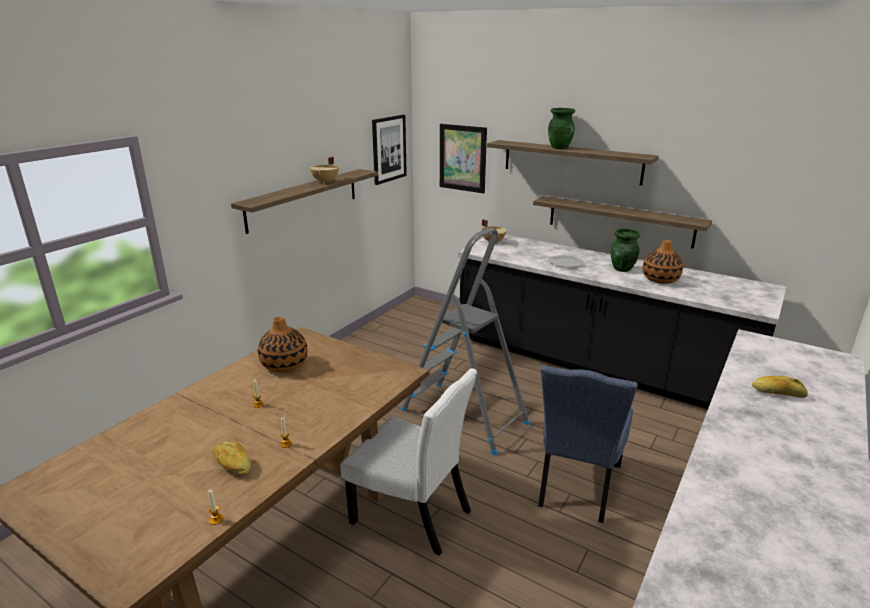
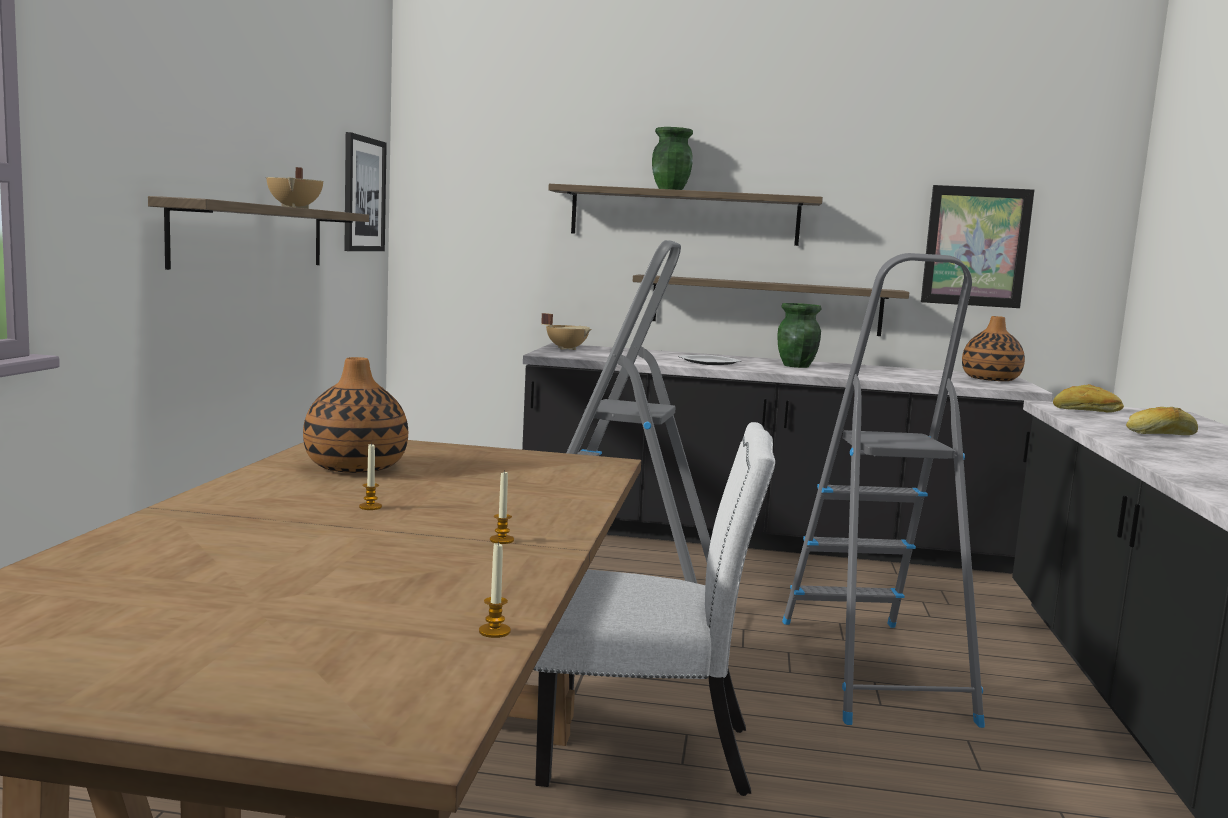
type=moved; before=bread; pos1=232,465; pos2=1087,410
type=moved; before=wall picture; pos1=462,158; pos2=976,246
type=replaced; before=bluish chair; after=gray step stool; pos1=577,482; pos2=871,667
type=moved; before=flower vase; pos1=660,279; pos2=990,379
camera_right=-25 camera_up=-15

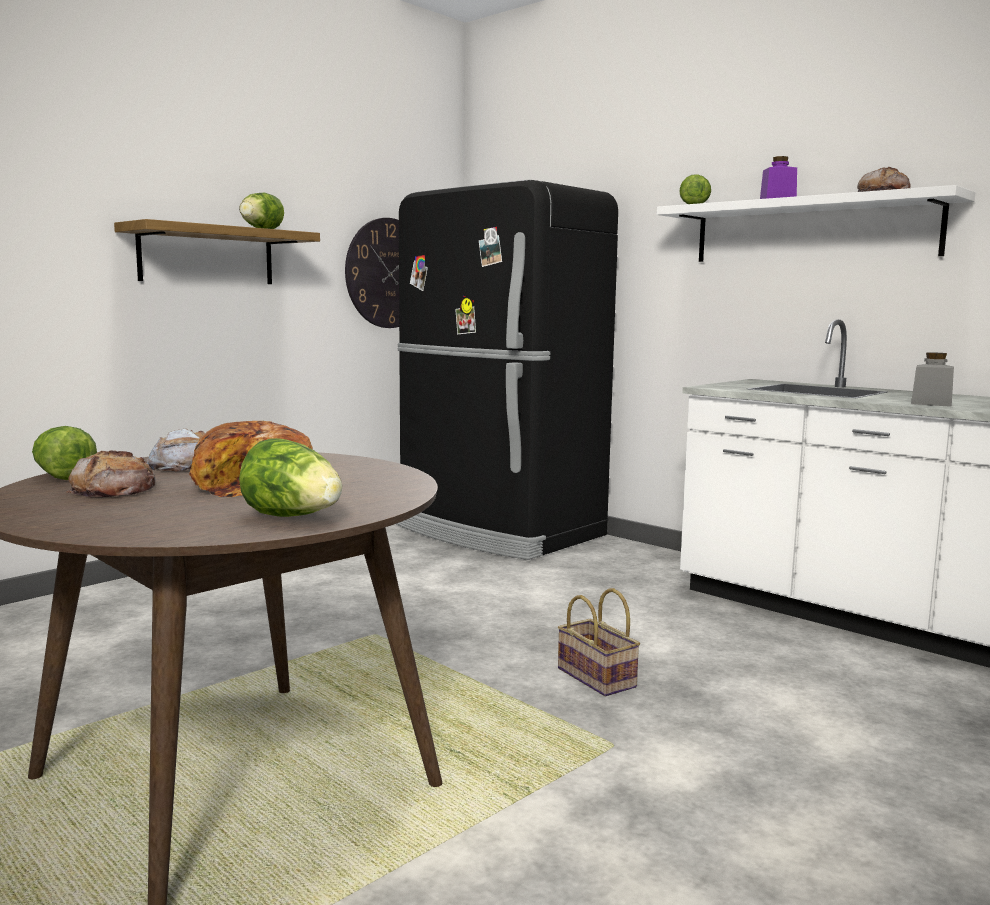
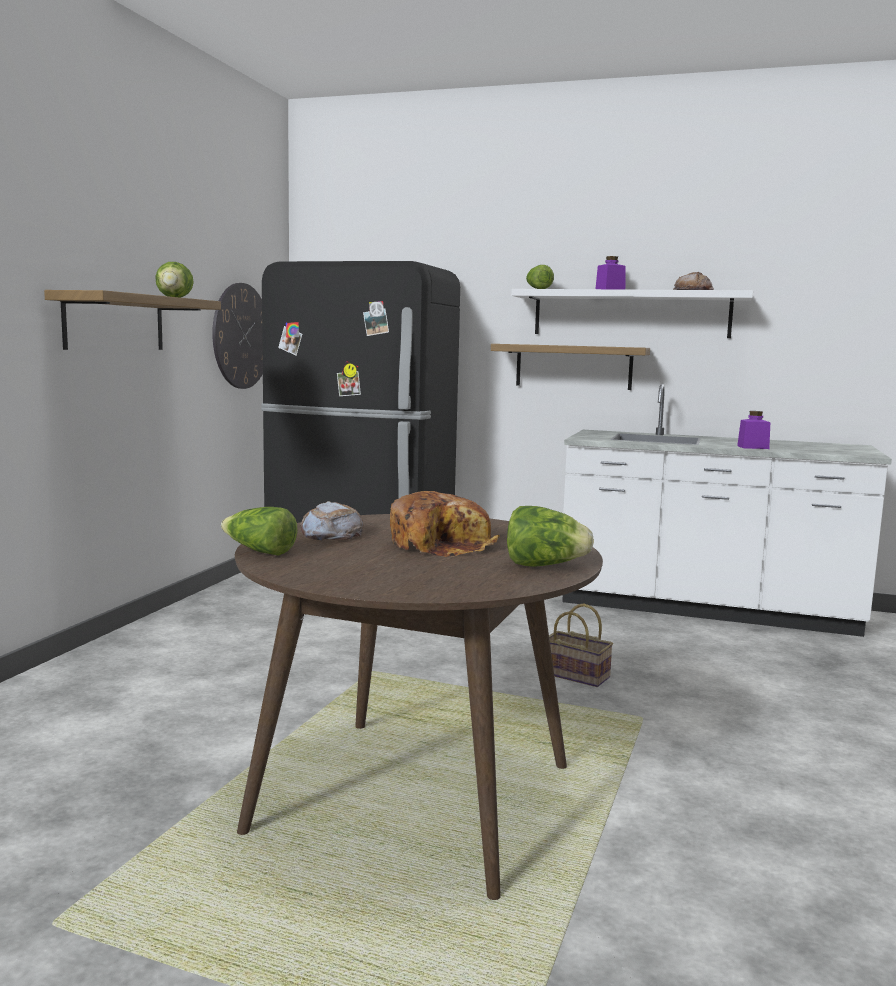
type=removed; before=bread; pos1=114,489
type=recoloured; before=gray jar; after=purple-coloured jar; pos1=931,403; pos2=753,447
type=added; after=shelf; pos2=573,366
camera_right=-25 camera_up=0

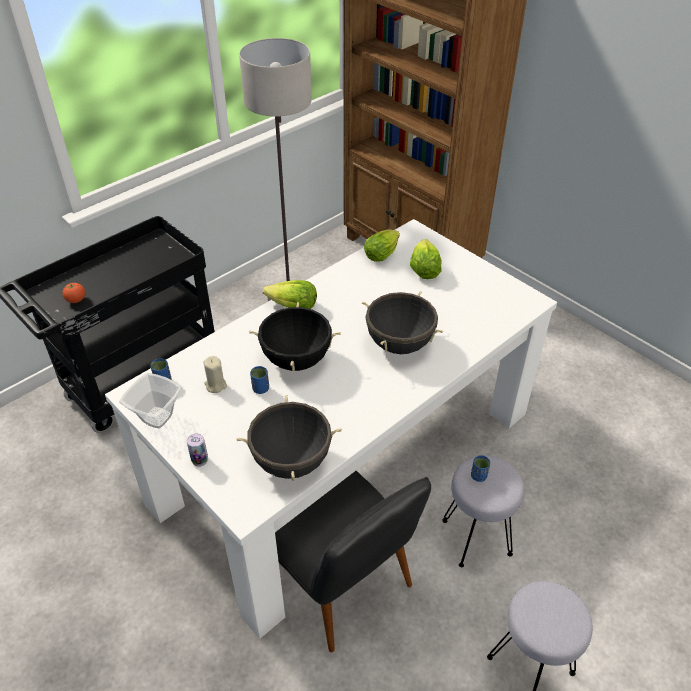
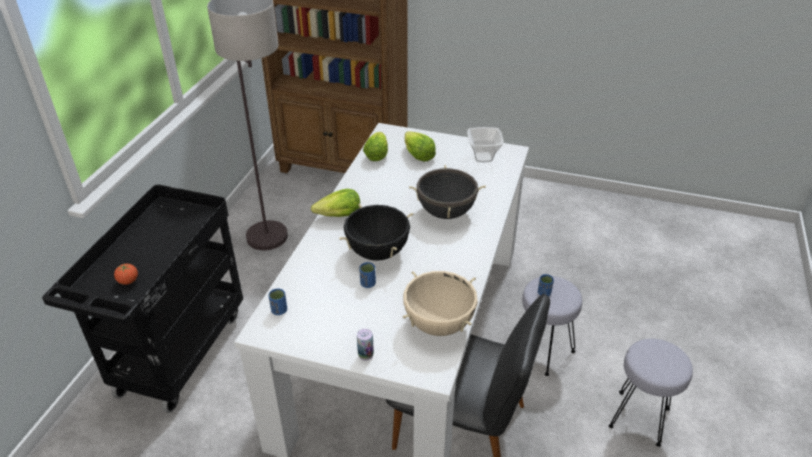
type=moved; before=deep dish; pos1=158,417; pos2=484,157
type=removed; before=beige candle; pos1=215,385
type=recoloured; before=black-coloured saucepot; after=beige saucepot; pos1=291,461; pos2=439,324
camera_right=-30 camera_up=-5

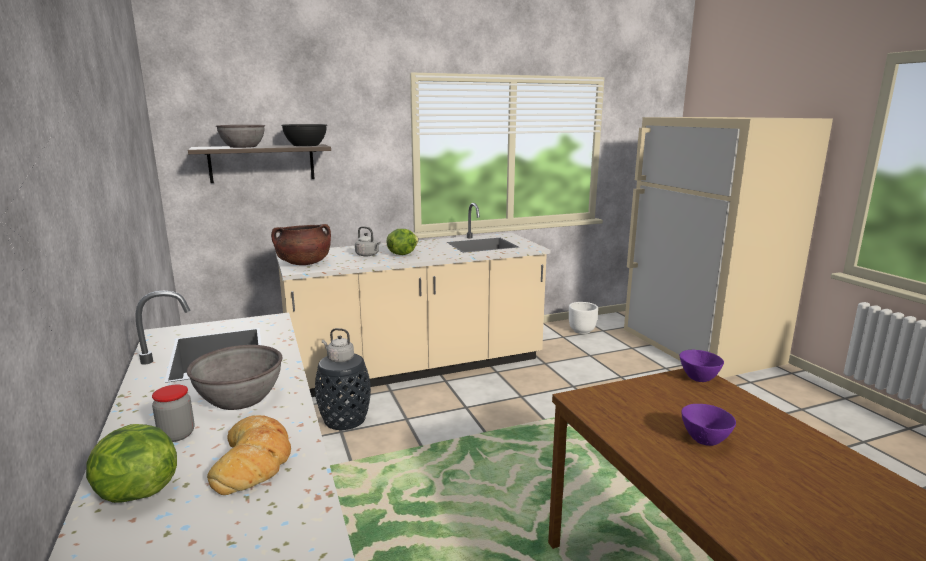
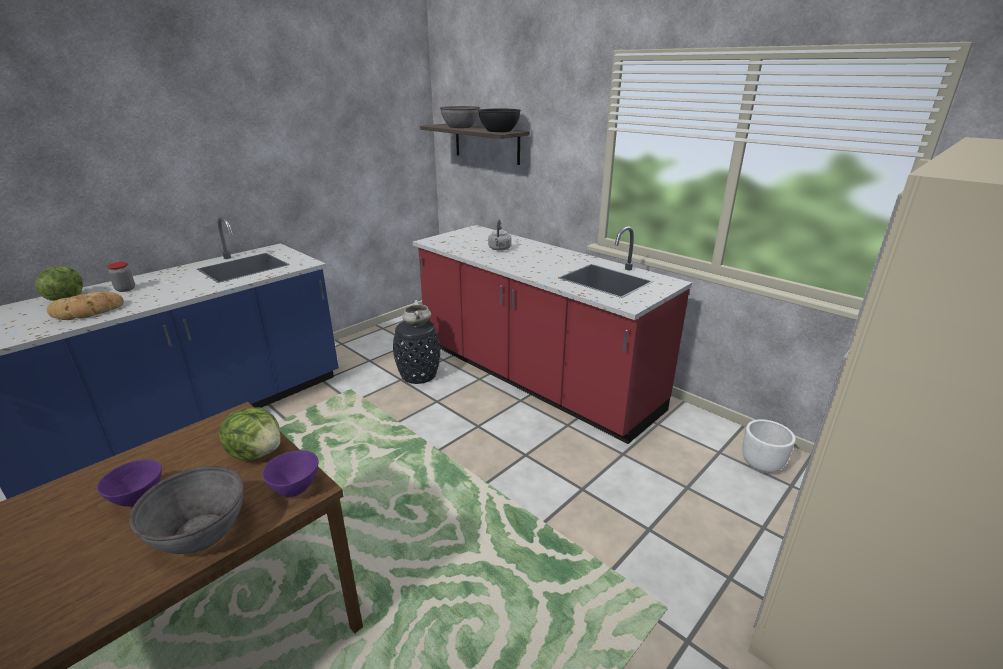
type=moved; before=gray deep dish; pos1=240,398; pos2=200,532
type=removed; before=brown-coloured saucepot; pos1=304,263
type=recoloured; before=beige kitchen counter; after=reddish kitchen counter; pos1=417,367; pos2=533,377
type=replaced; before=gray water kettle; after=white-coloured saucepot; pos1=339,359; pos2=417,324
type=moved; before=lettuce; pos1=402,254; pos2=257,452
camera_right=65 camera_up=10

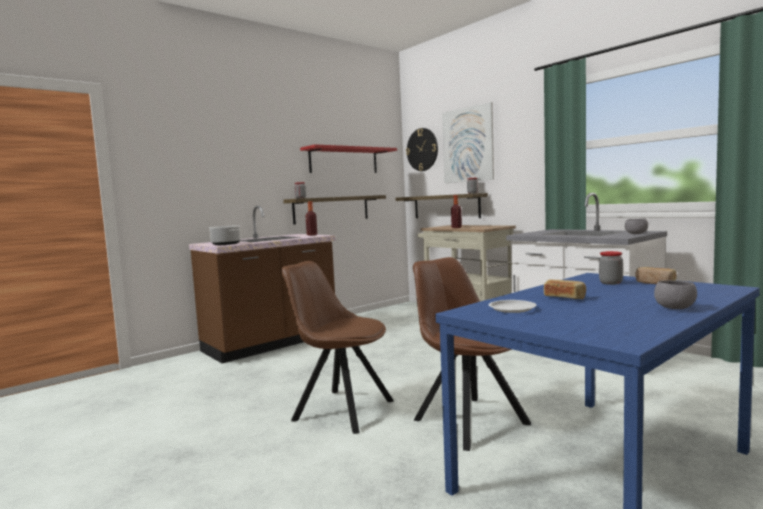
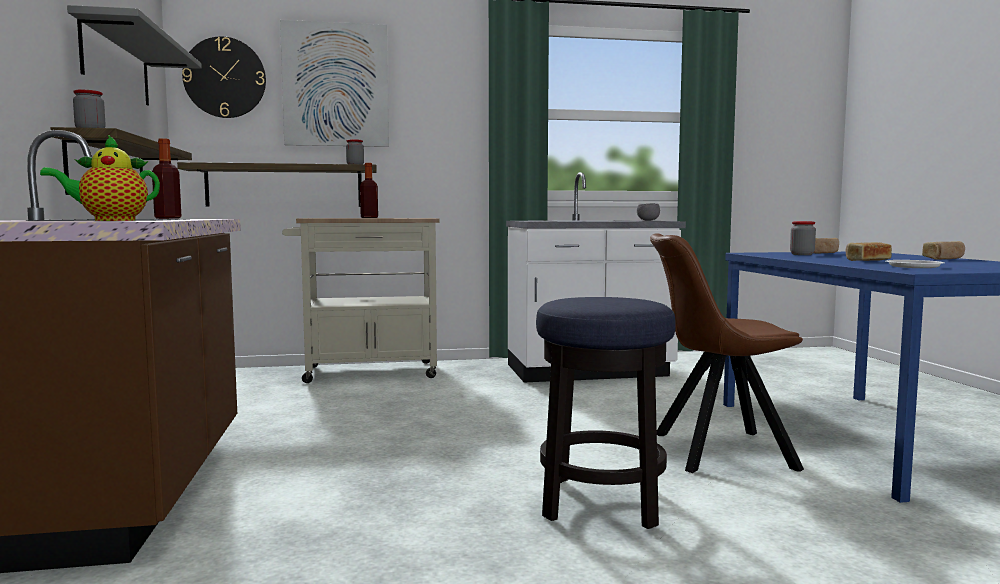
type=replaced; before=saucepot; after=teapot; pos1=226,244; pos2=109,220
type=replaced; before=brown-coloured chair; after=stool seat; pos1=341,410; pos2=601,503
type=recoloured; before=reddish shelf; after=gray shelf; pos1=344,161; pos2=116,64
type=replaced; before=gray deep dish; after=bread; pos1=675,308; pos2=944,258
camera_right=-60 camera_up=0

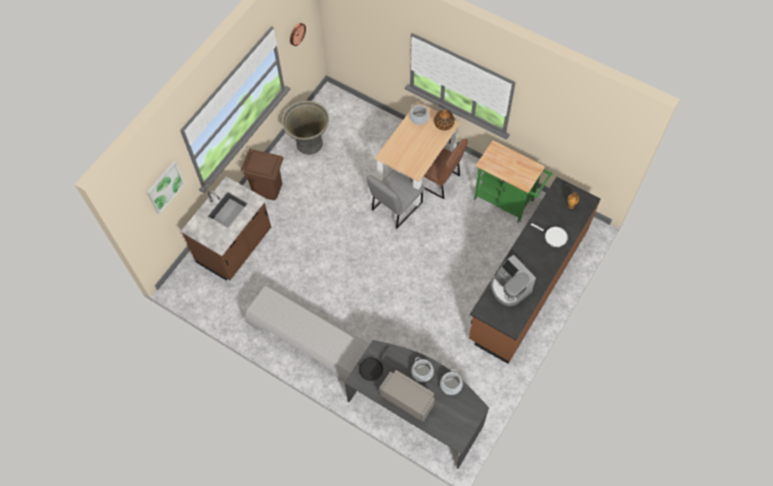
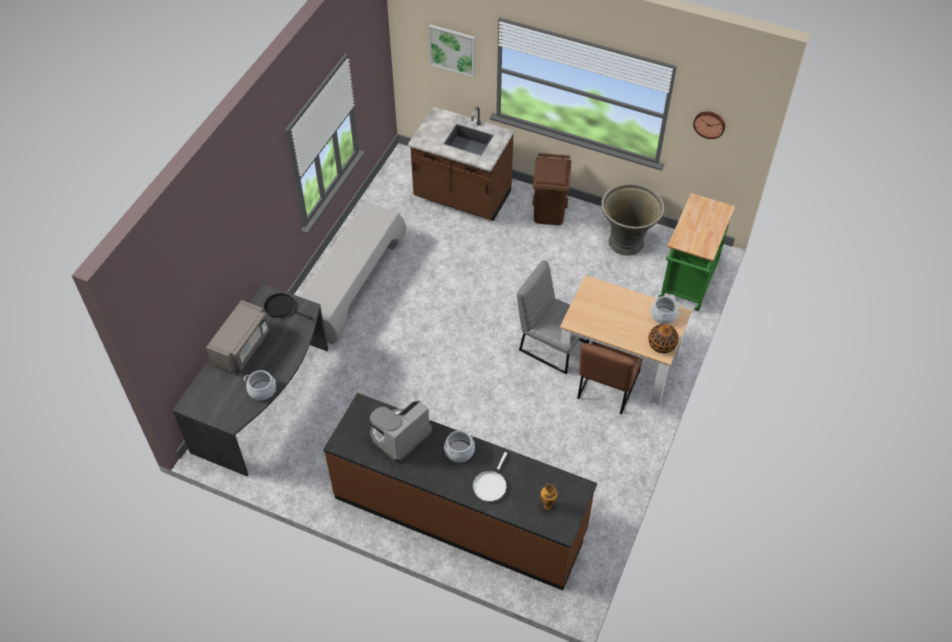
type=moved; before=saucepot; pos1=422,372; pos2=459,451
type=moved; before=greenish wheeled cart; pos1=507,201; pos2=687,285
camera_right=80 camera_up=-10

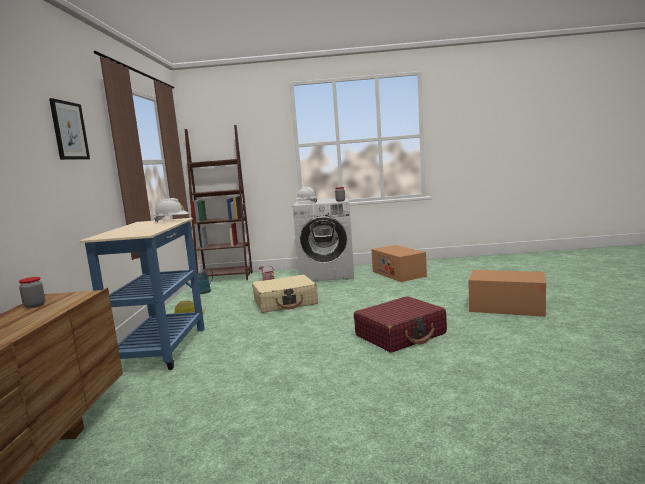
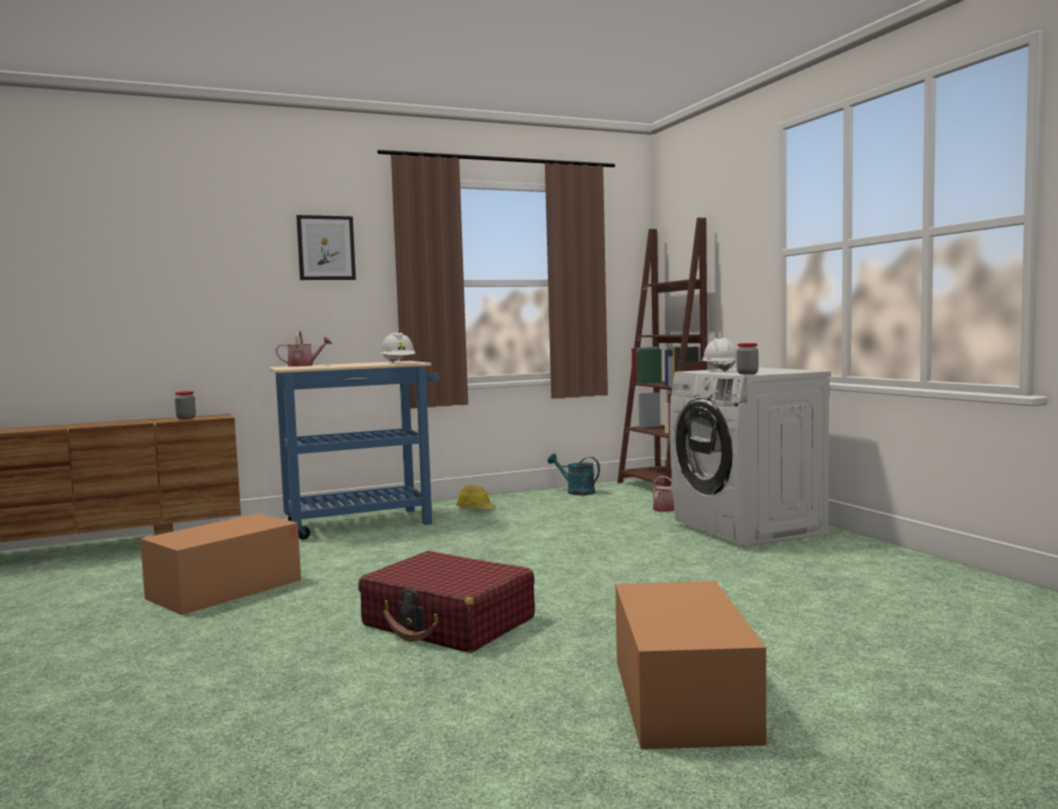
type=removed; before=beige suitcase; pos1=285,302
type=moved; before=carton; pos1=398,274; pos2=225,589
type=added; after=watering can; pos2=304,365
camera_right=65 camera_up=-5

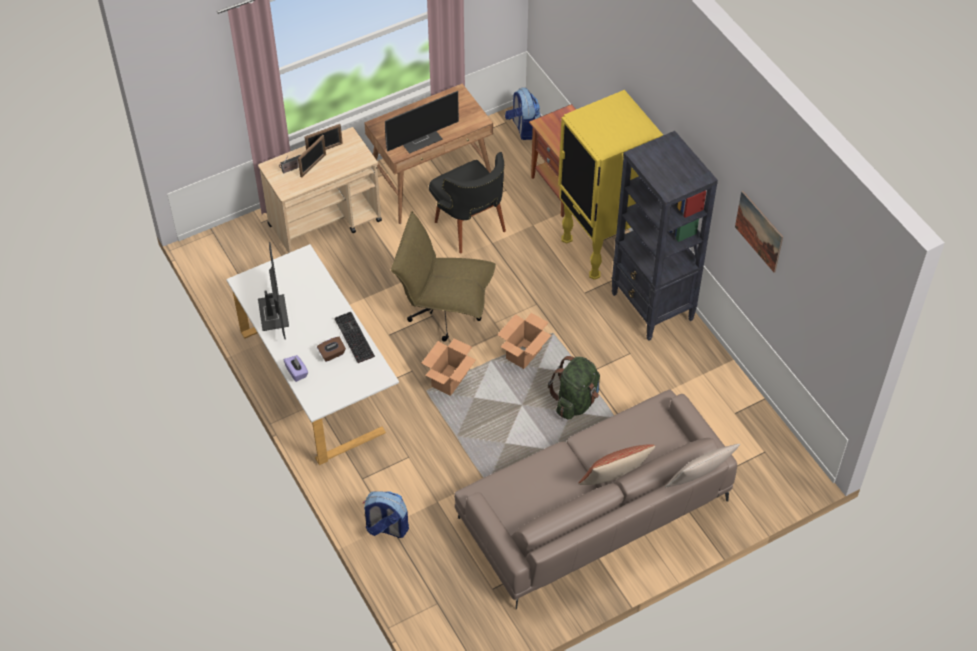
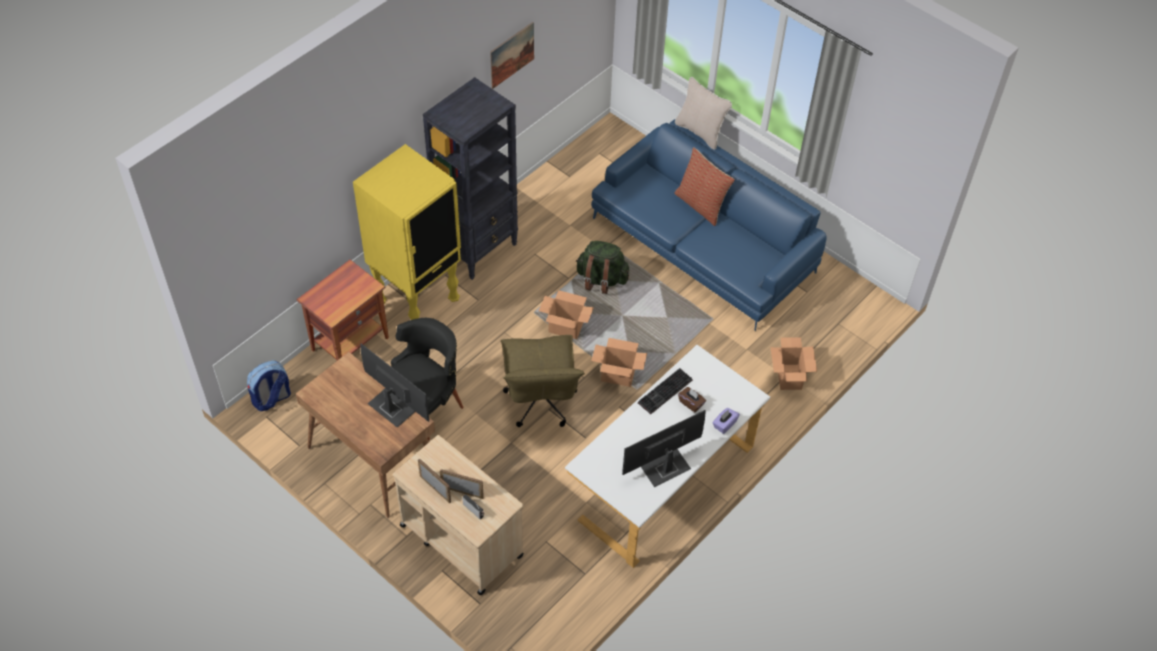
type=replaced; before=backpack; after=carton; pos1=386,528; pos2=789,377
type=recoloured; before=beige sofa; after=bluish sofa; pos1=595,512; pos2=704,243
camera_right=-110 camera_up=0

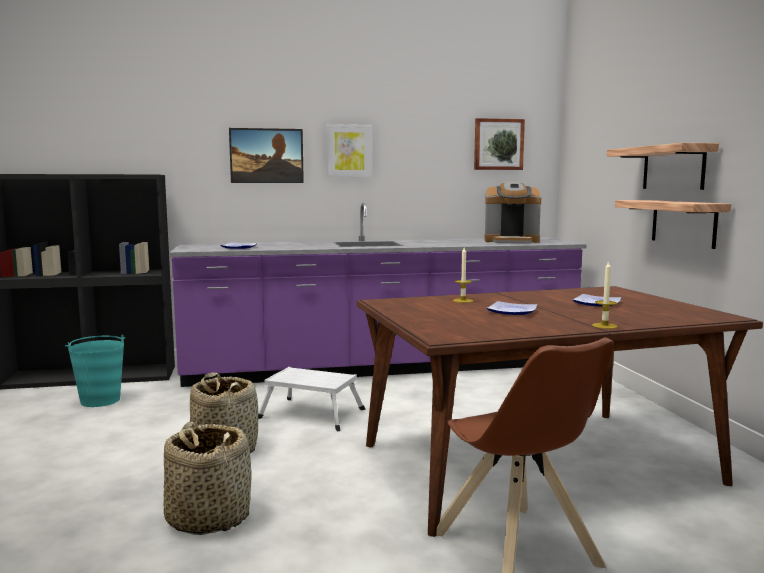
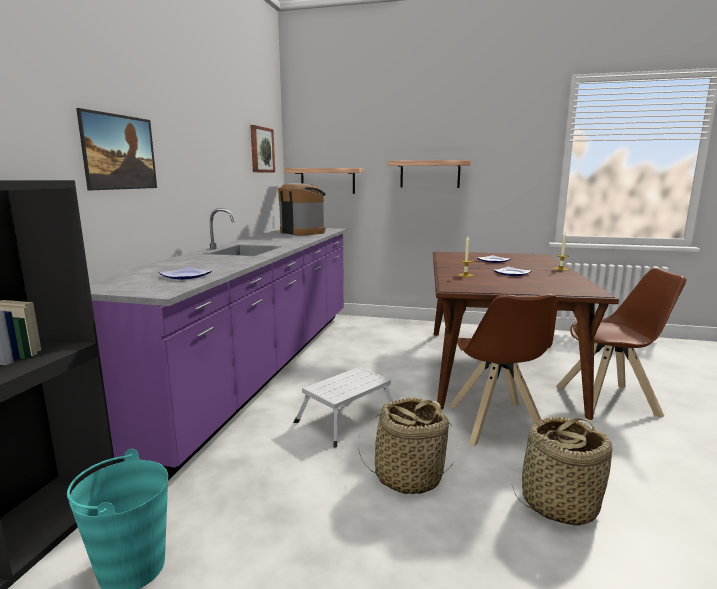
type=removed; before=wall picture; pos1=349,151
type=turned; before=coffee machine; pos1=511,241; pos2=303,232; turn=-75
type=moved; before=shelf; pos1=683,223; pos2=327,181
type=added; after=brown-coloured chair; pos2=496,424
camera_right=-65 camera_up=5

